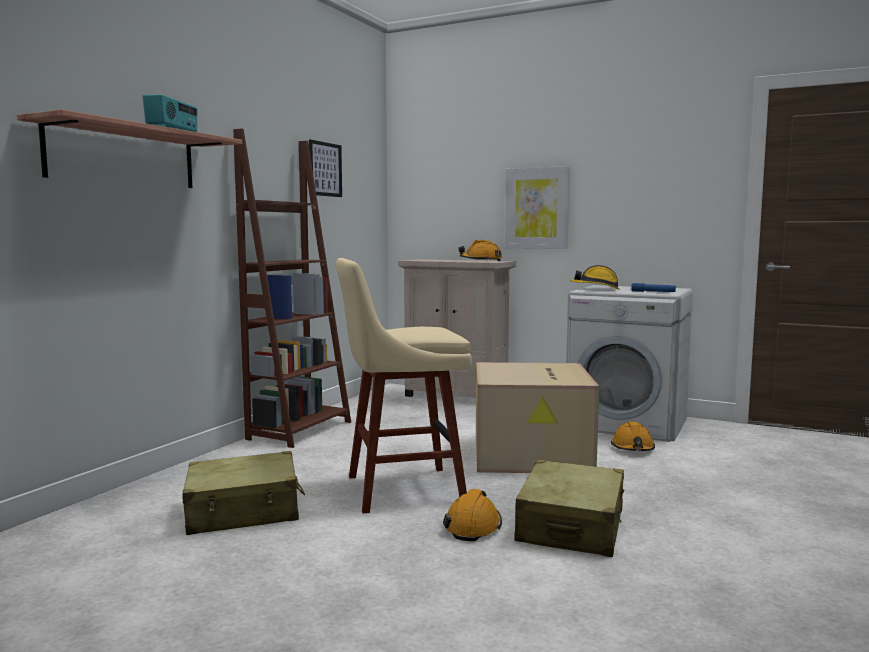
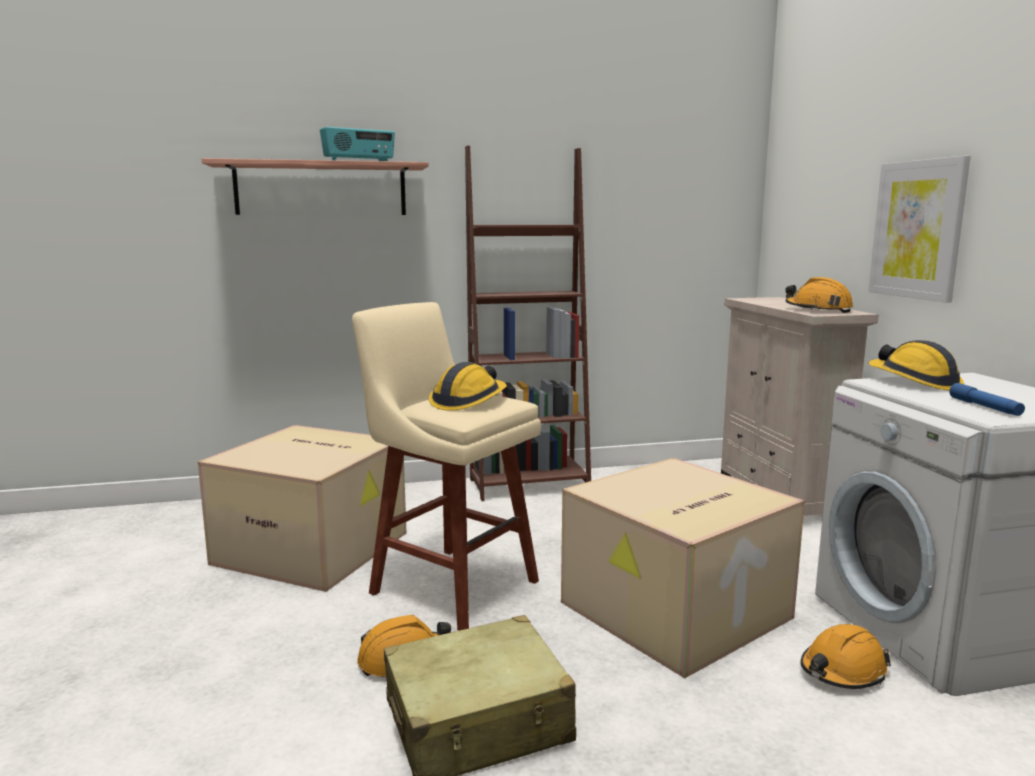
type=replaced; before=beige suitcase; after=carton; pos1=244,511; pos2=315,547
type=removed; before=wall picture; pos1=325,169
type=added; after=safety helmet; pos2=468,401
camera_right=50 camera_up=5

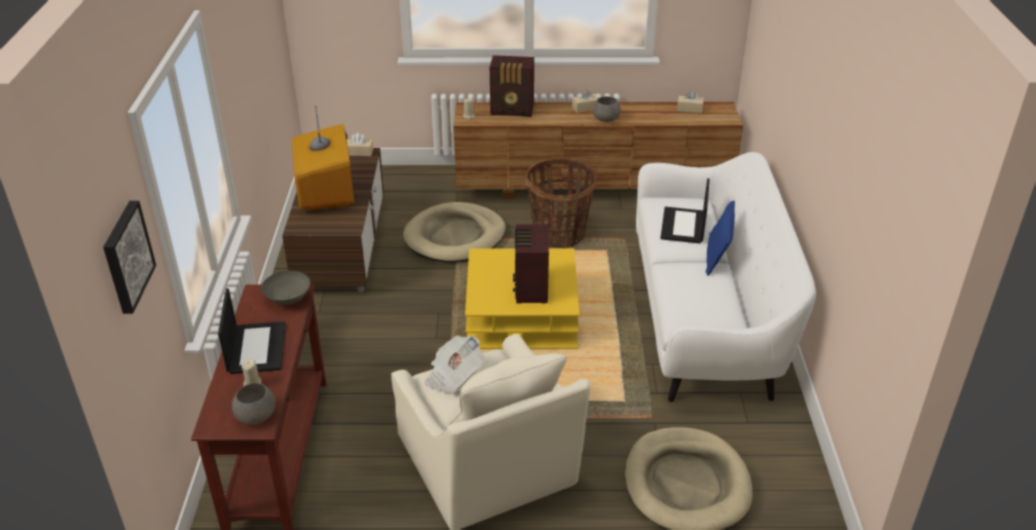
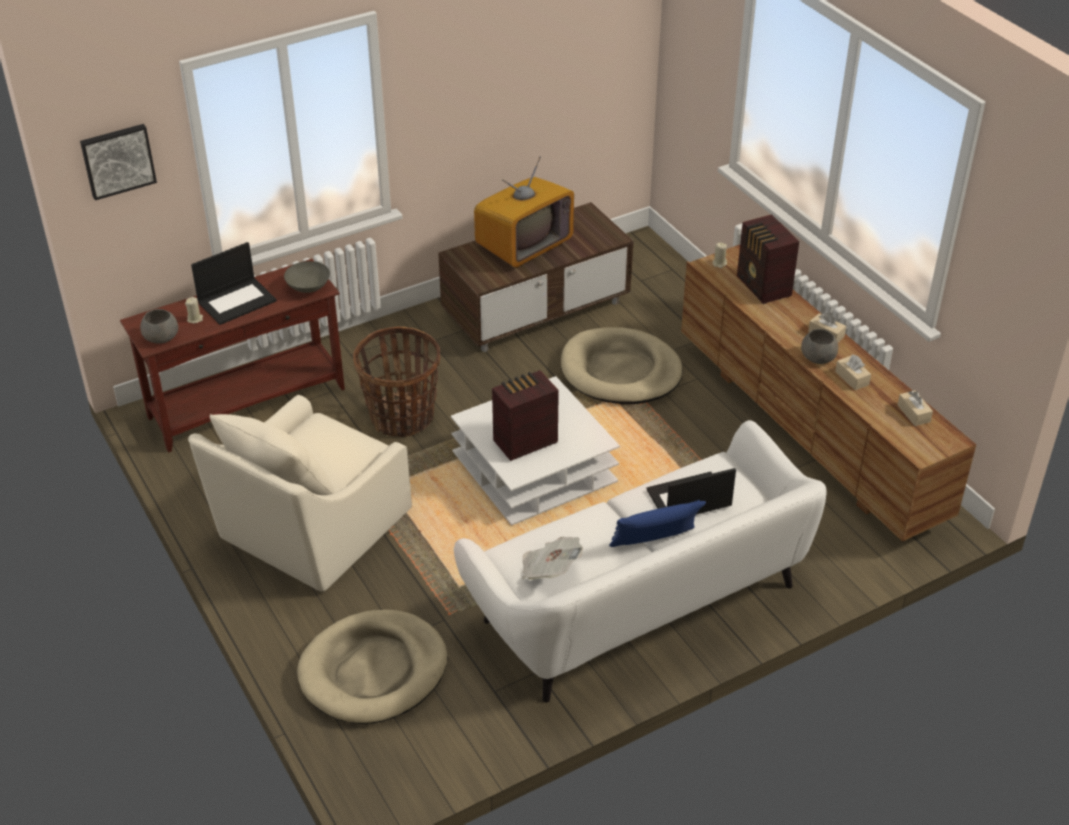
type=moved; before=beige tissue box; pos1=359,152; pos2=852,378
type=moved; before=daily paper; pos1=454,376; pos2=549,569
type=recoloured; before=yellowish lounge table; after=white-coloured lounge table; pos1=521,315; pos2=534,467
type=moved; before=household basket; pos1=559,234; pos2=402,417
camera_right=60 camera_up=5

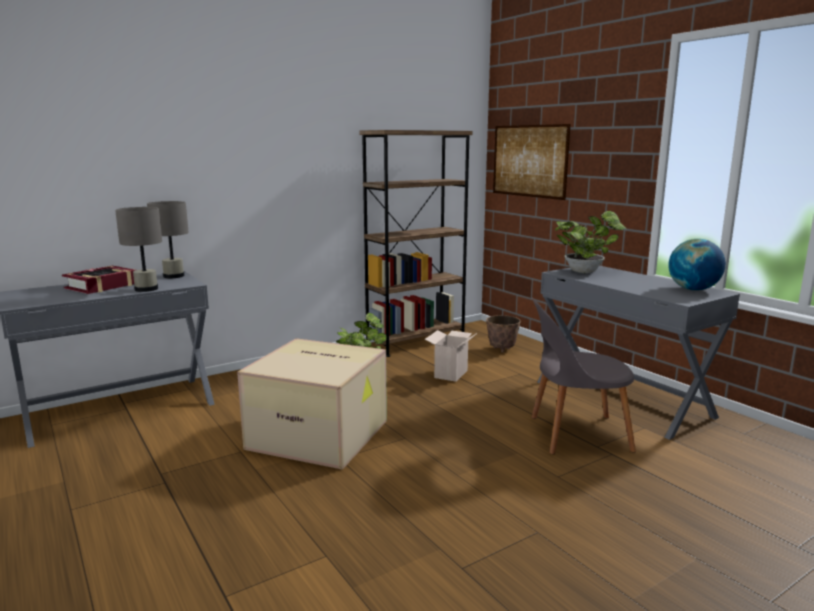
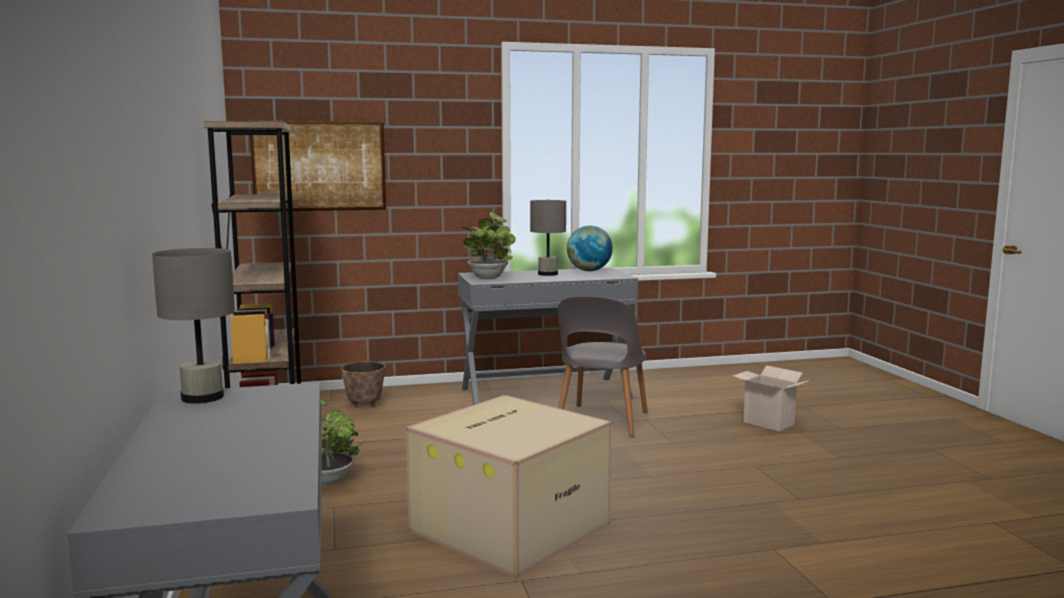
type=removed; before=book; pos1=102,286
type=moved; before=gray lamp for a table; pos1=146,289; pos2=547,274
type=moved; before=carton; pos1=450,373; pos2=766,423
camera_right=-70 camera_up=-5

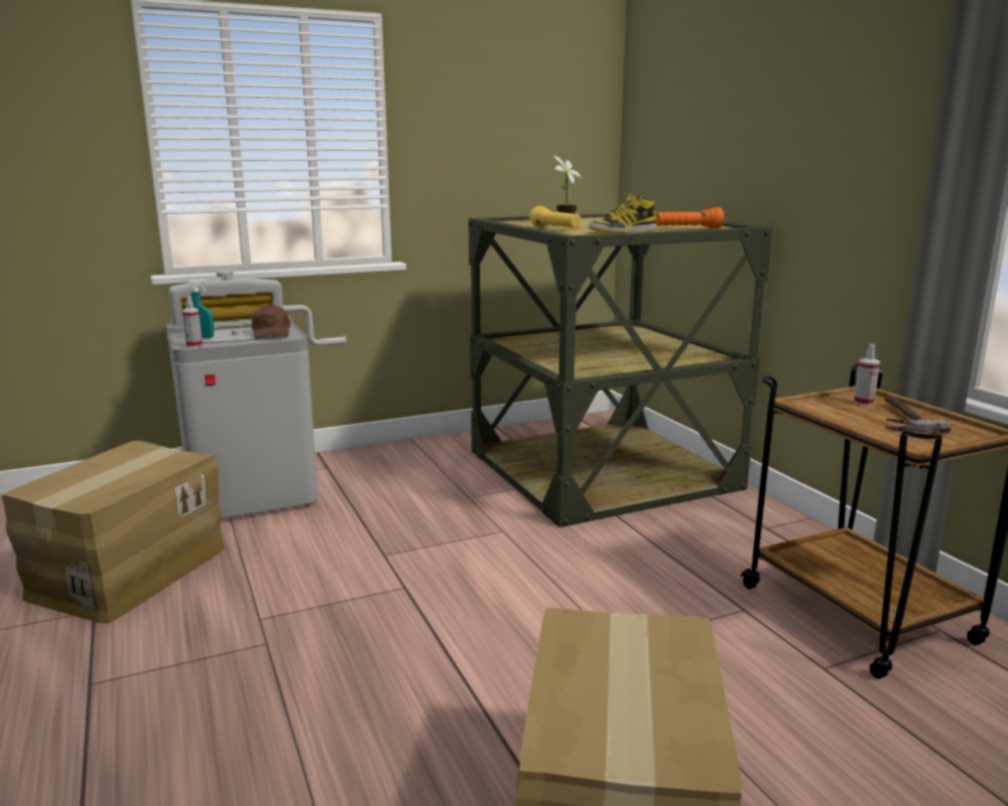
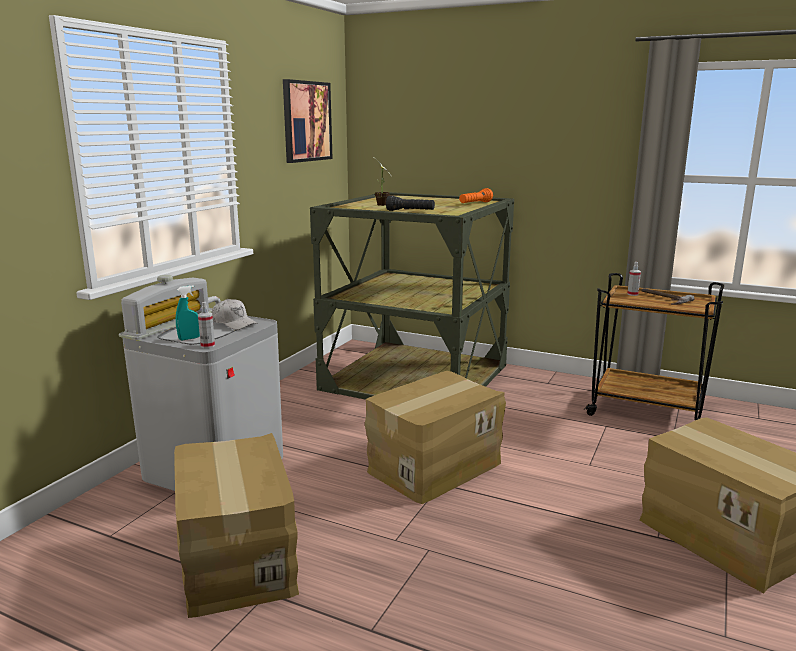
type=recoloured; before=brown-coloured peaked cap; after=white-coloured peaked cap; pos1=271,333; pos2=234,323
type=recoloured; before=yellowish hand torch; after=black-coloured hand torch; pos1=555,229; pos2=410,211
type=removed; before=high-top boot; pos1=623,231
type=added; after=wall picture; pos2=306,121
type=added; after=carton; pos2=433,467
camera_right=-40 camera_up=0

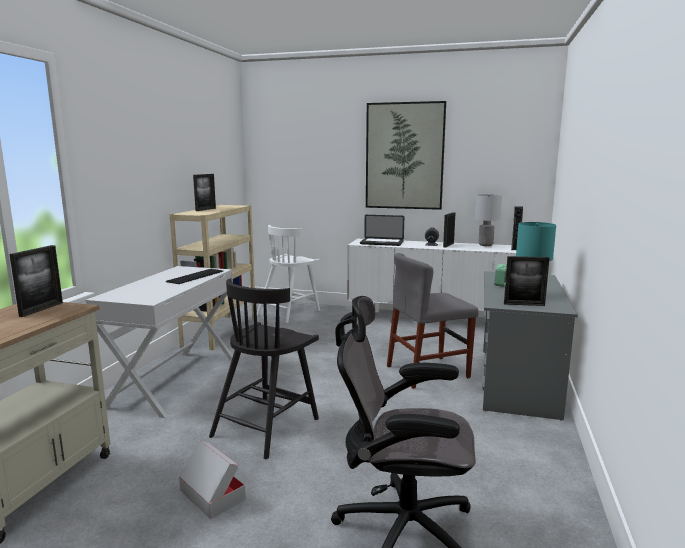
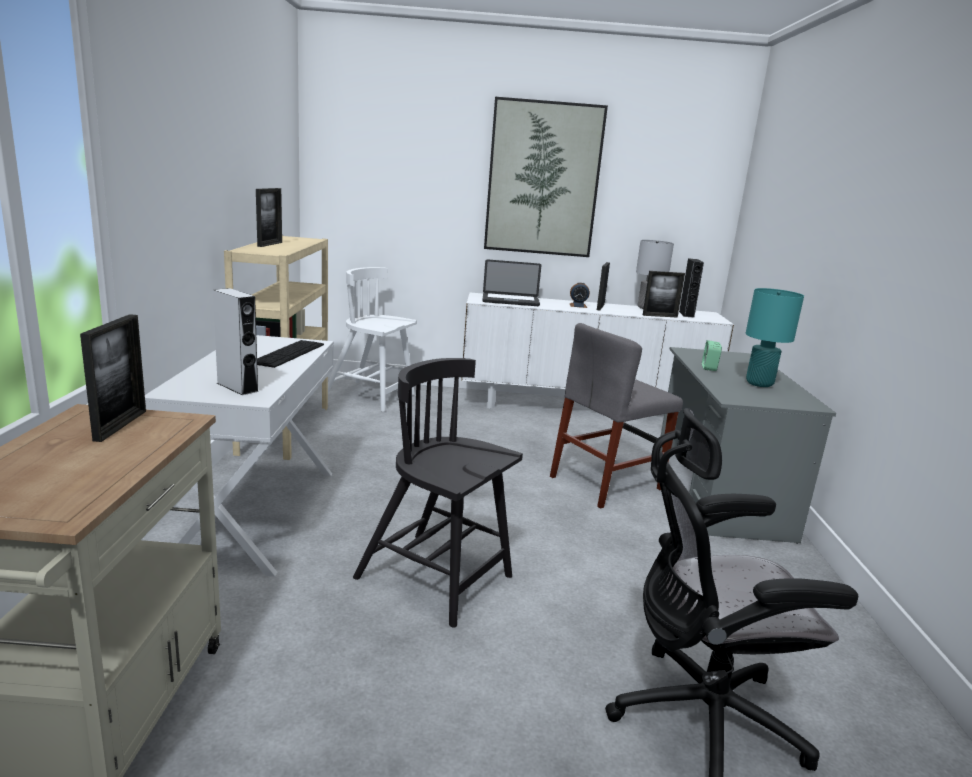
type=removed; before=carton; pos1=212,495
type=turned; before=black-coloured chair; pos1=267,426; pos2=437,578; turn=105
type=turned; before=white-coloured chair; pos1=289,312; pos2=371,396; turn=90
type=moved; before=standing frame; pos1=524,304; pos2=660,316
type=added; after=gray loudspeaker; pos2=237,387
camera_right=-15 camera_up=5

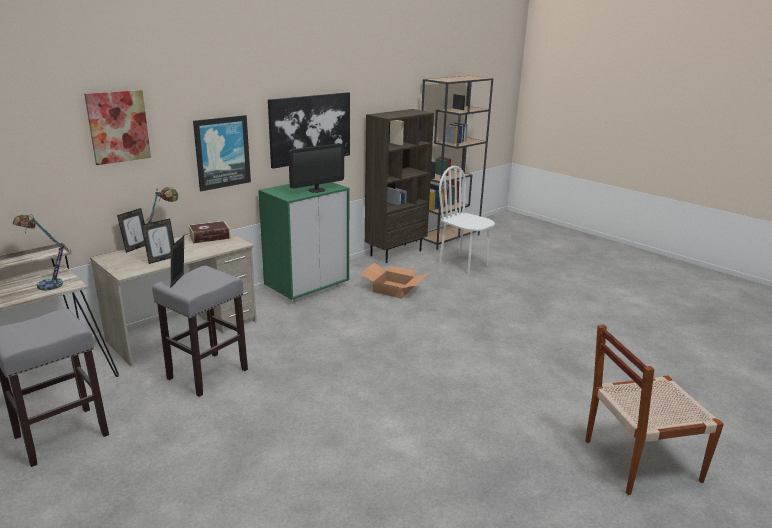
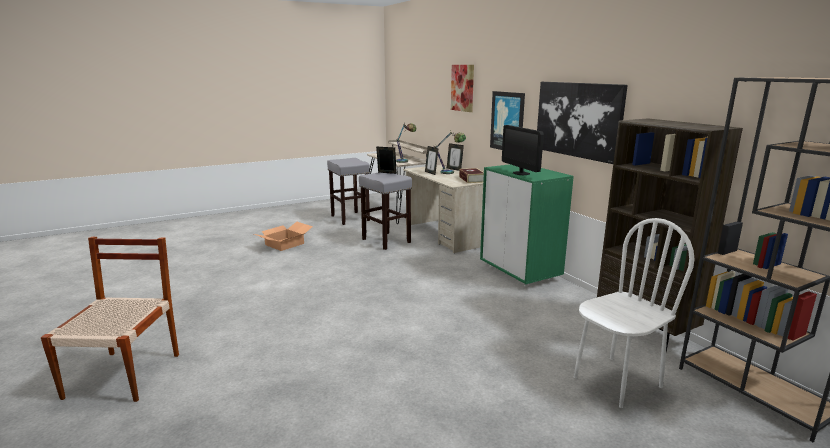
type=moved; before=carton; pos1=392,289; pos2=284,244
camera_right=105 camera_up=-5

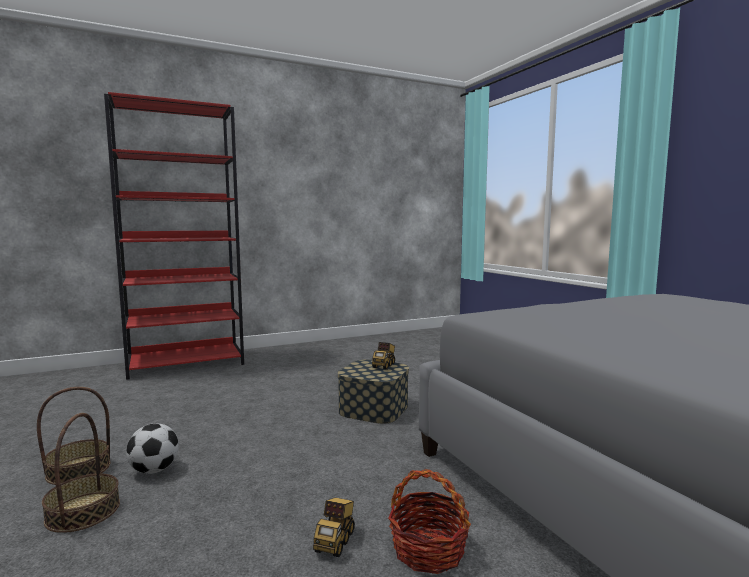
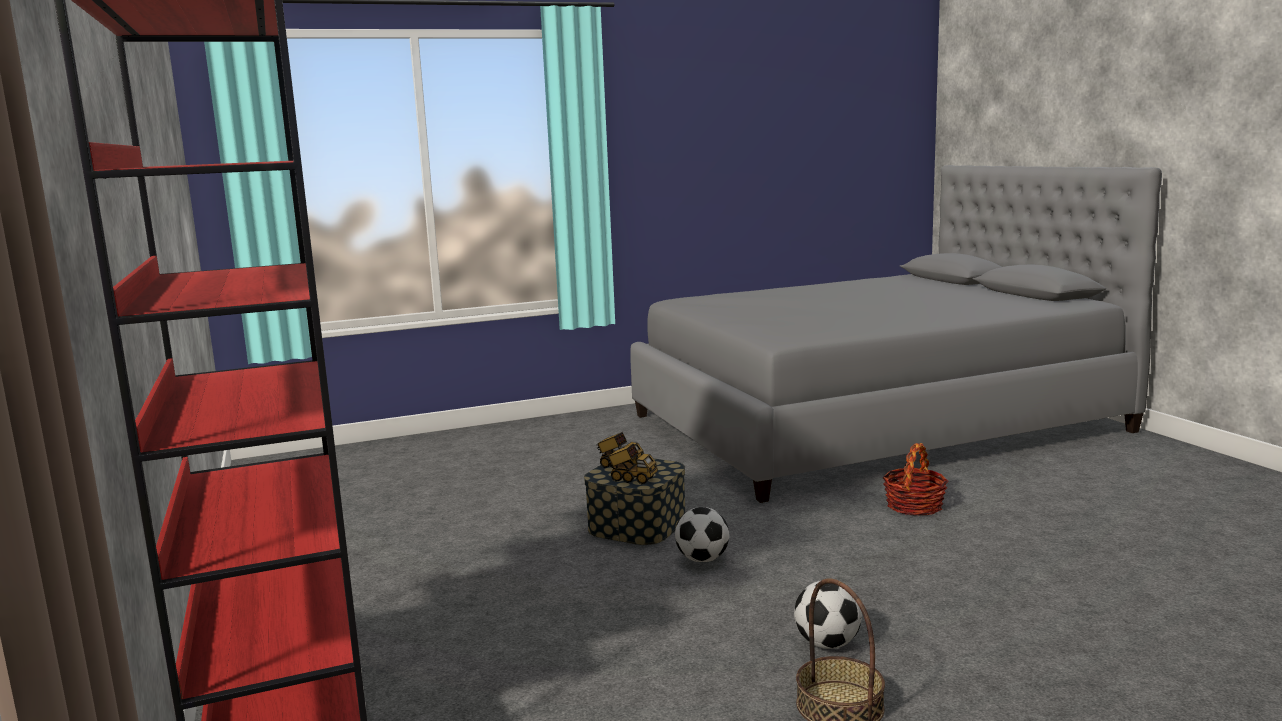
type=removed; before=household basket; pos1=83,511
type=moved; before=toy truck; pos1=335,541; pos2=632,479
type=added; after=ball for football; pos2=702,560
camera_right=-85 camera_up=5

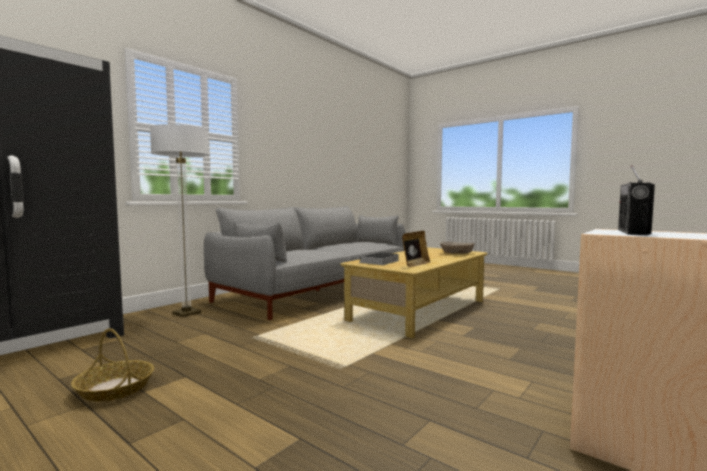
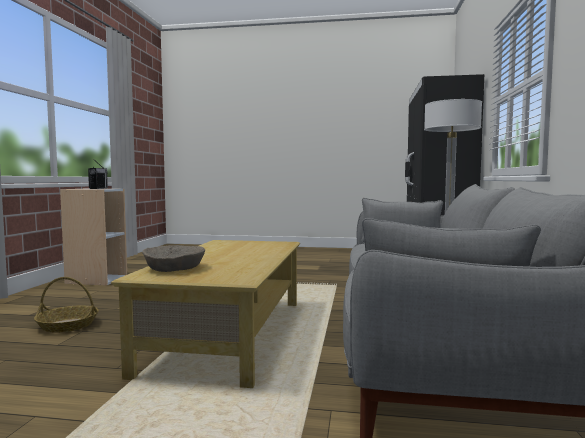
type=moved; before=household basket; pos1=114,388; pos2=68,325
type=removed; before=book; pos1=380,261
type=removed; before=standing frame; pos1=415,265
camera_right=150 camera_up=0

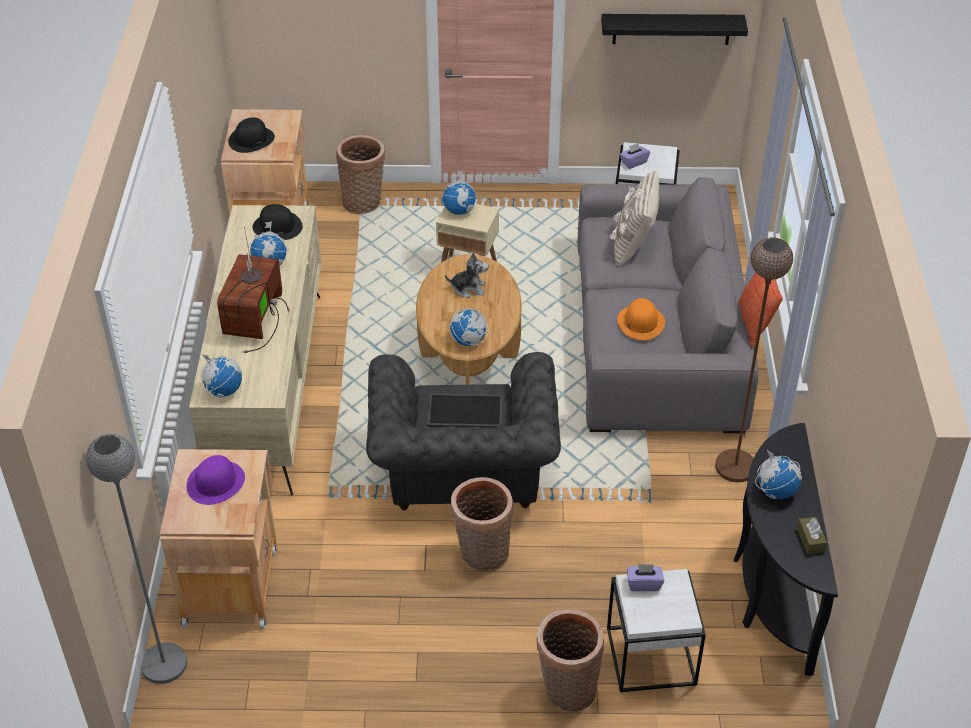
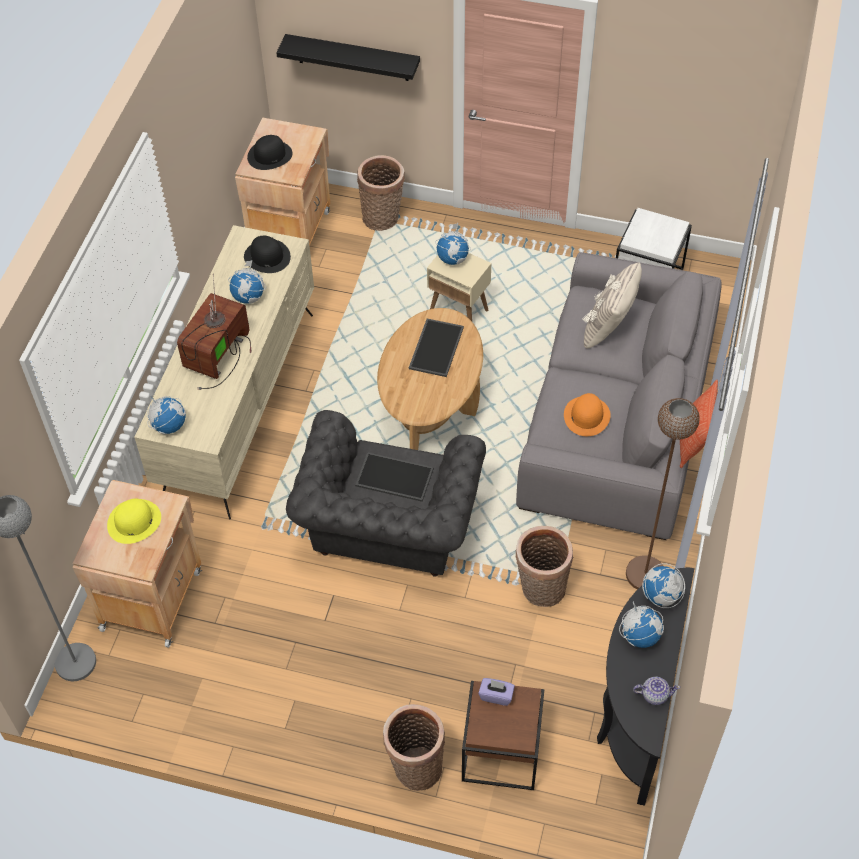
type=recoloured; before=purple-coloured hat; after=yellowish hat; pos1=216,482; pos2=134,522
type=replaced; before=soft toy; after=serving tray; pos1=468,288; pos2=435,347
type=moved; before=desk globe; pos1=468,341; pos2=661,596
type=moved; before=household basket; pos1=482,555; pos2=540,589
type=moved; before=black-coloured shelf; pos1=671,29; pos2=353,58
type=recoloured; before=white-coloured accent table; after=brown-coloured accent table; pos1=650,657; pos2=500,753
type=removed; before=purple-coloured tissue box; pos1=633,162
type=replaced; before=brown-coloured tissue box; after=teapot; pos1=810,540; pos2=654,695
camera_right=15 camera_up=10

